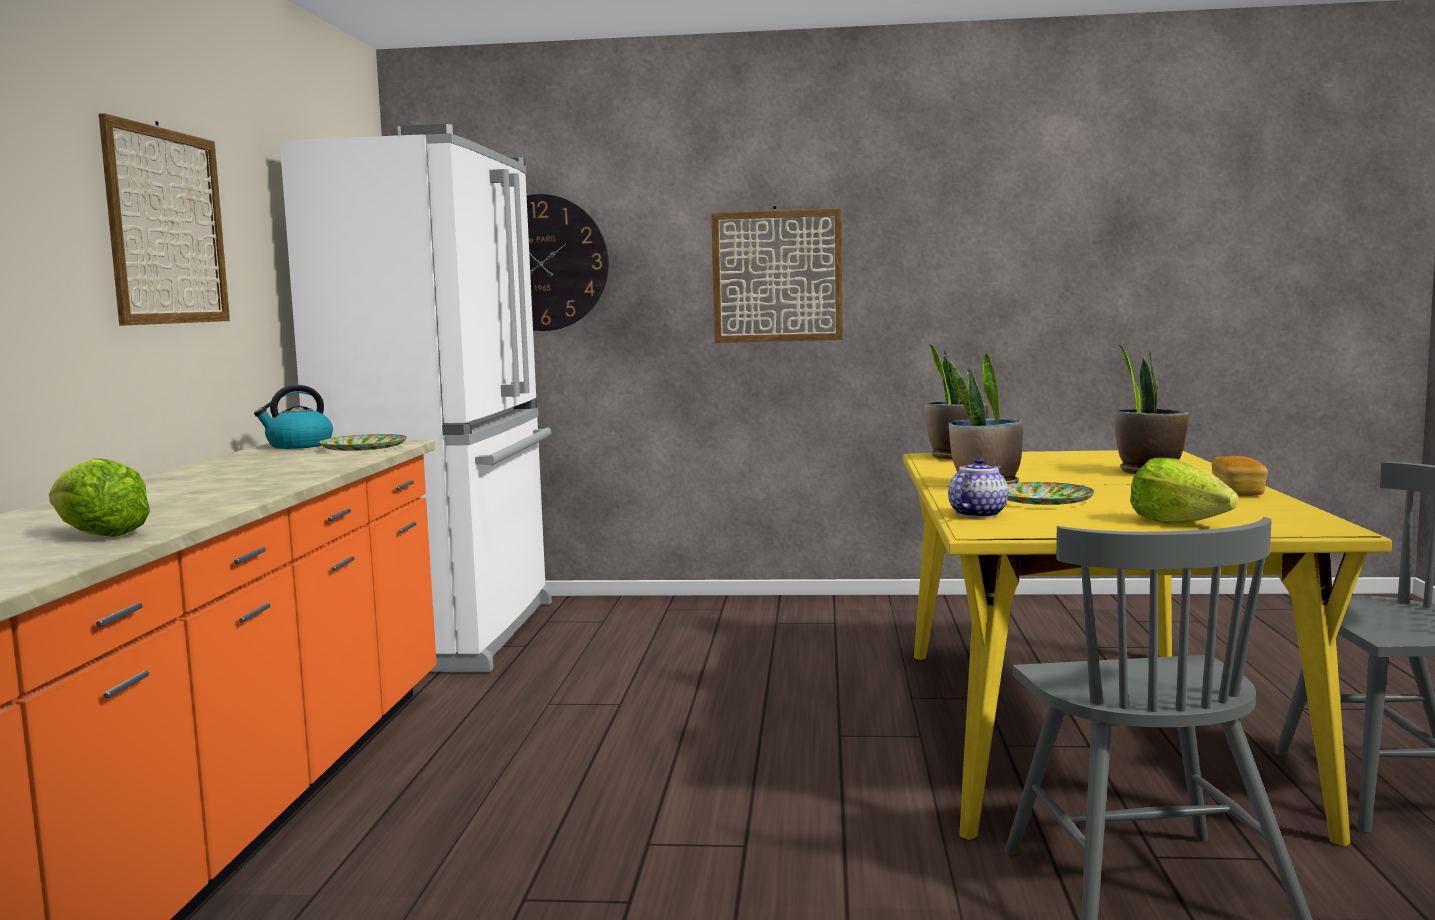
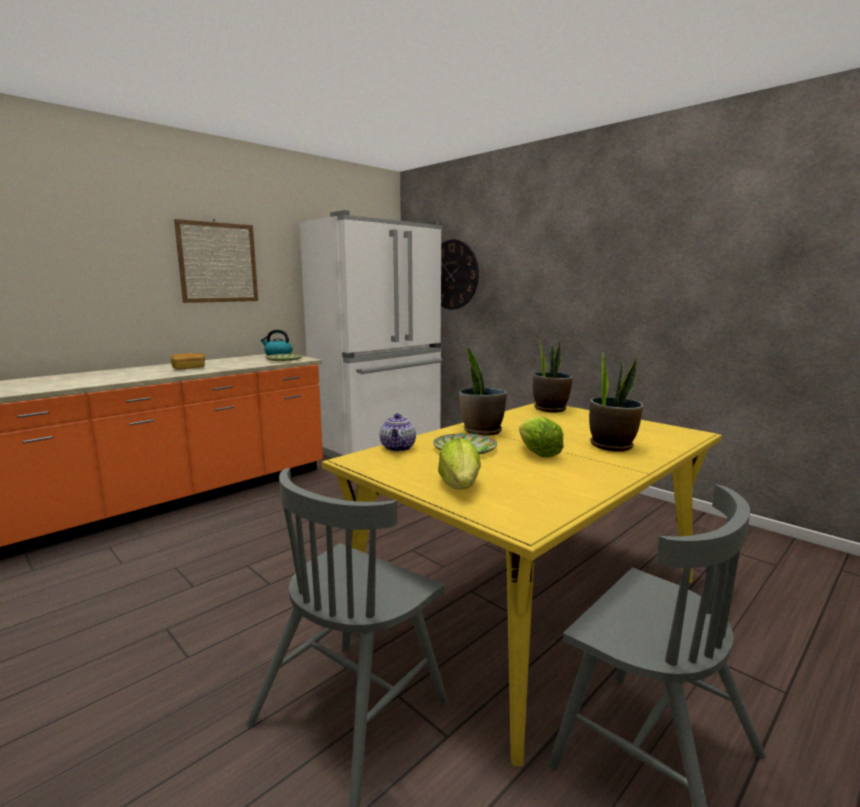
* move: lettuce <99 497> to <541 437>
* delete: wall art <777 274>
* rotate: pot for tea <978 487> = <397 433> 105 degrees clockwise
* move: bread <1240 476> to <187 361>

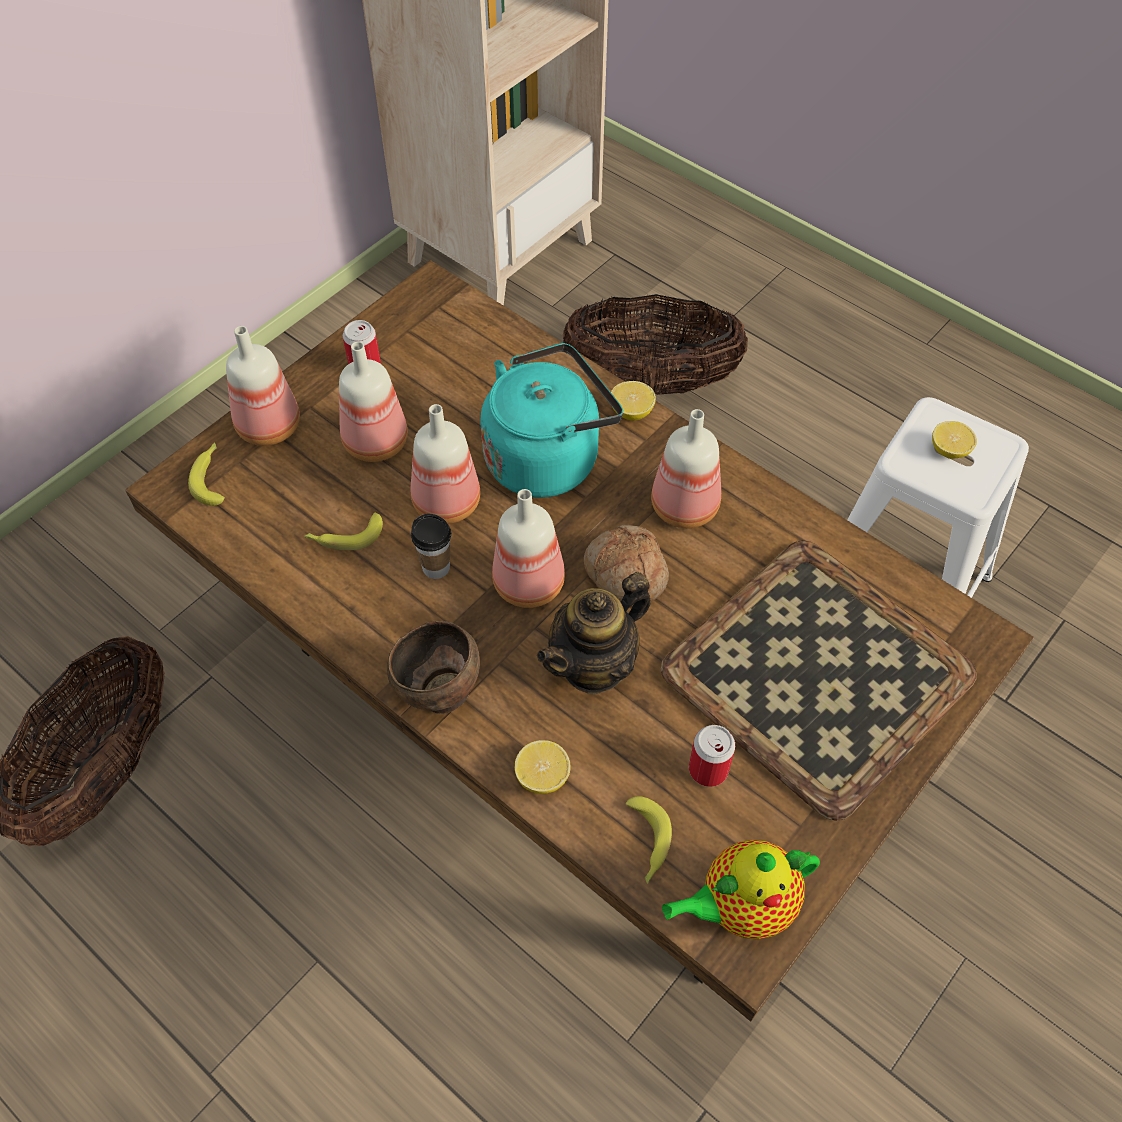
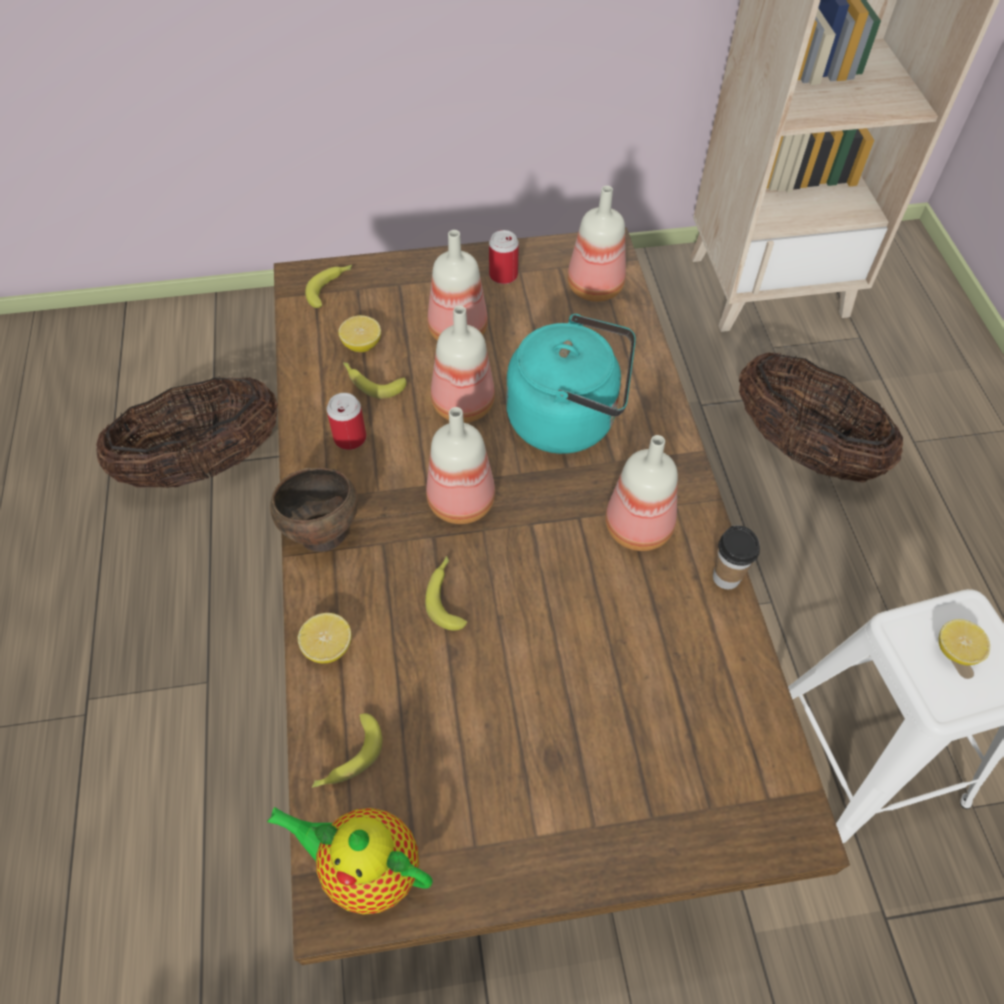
* move: beverage bottle <263 386> to <596 244>
* move: cup <431 546> to <736 557>
* replace: pot for tea <594 633> to banana fruit <446 593>
* delete: bread <626 565>
* move: citrus fruit <633 401> to <359 333>
* delete: tray <818 680>
* move: sealed can <712 756> to <346 421>

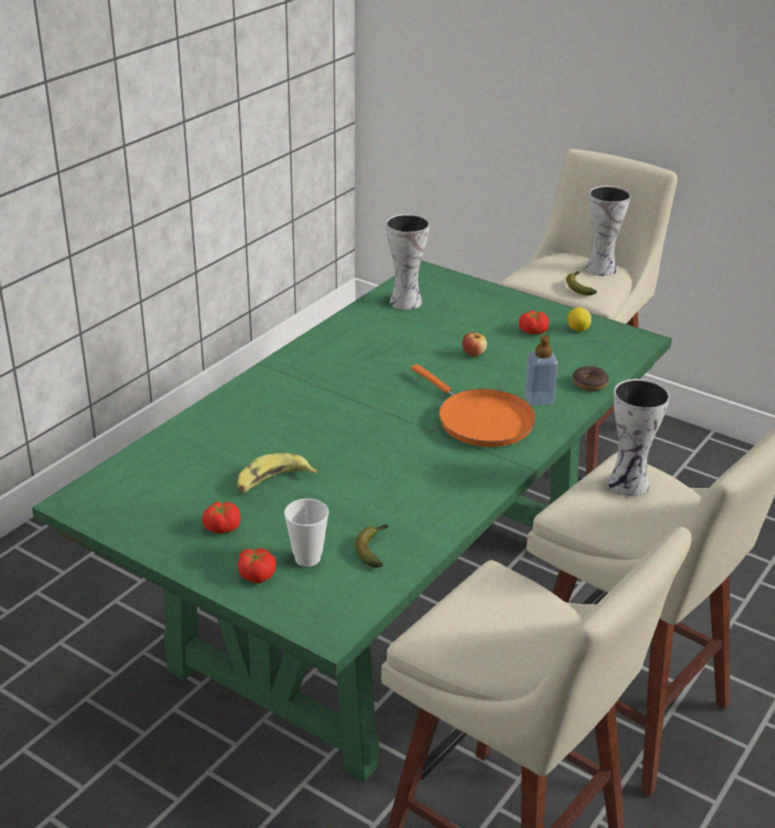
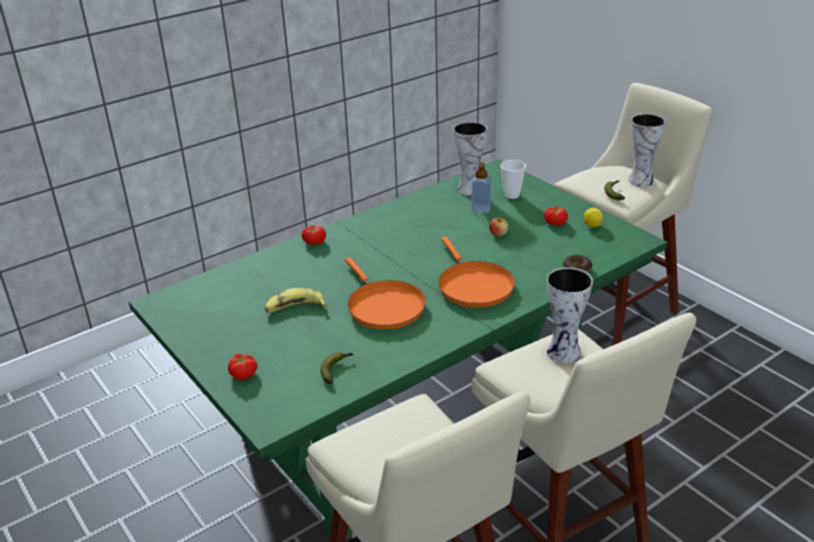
* move: fresh tomato <221 518> to <314 235>
* move: cup <306 533> to <513 179>
* move: soap dispenser <541 370> to <481 187>
* insert: orangey skillet <385 293>

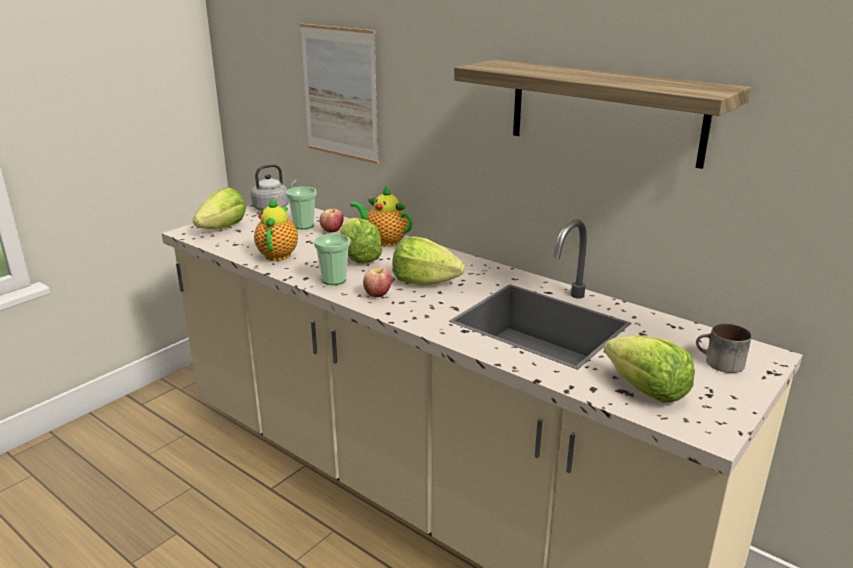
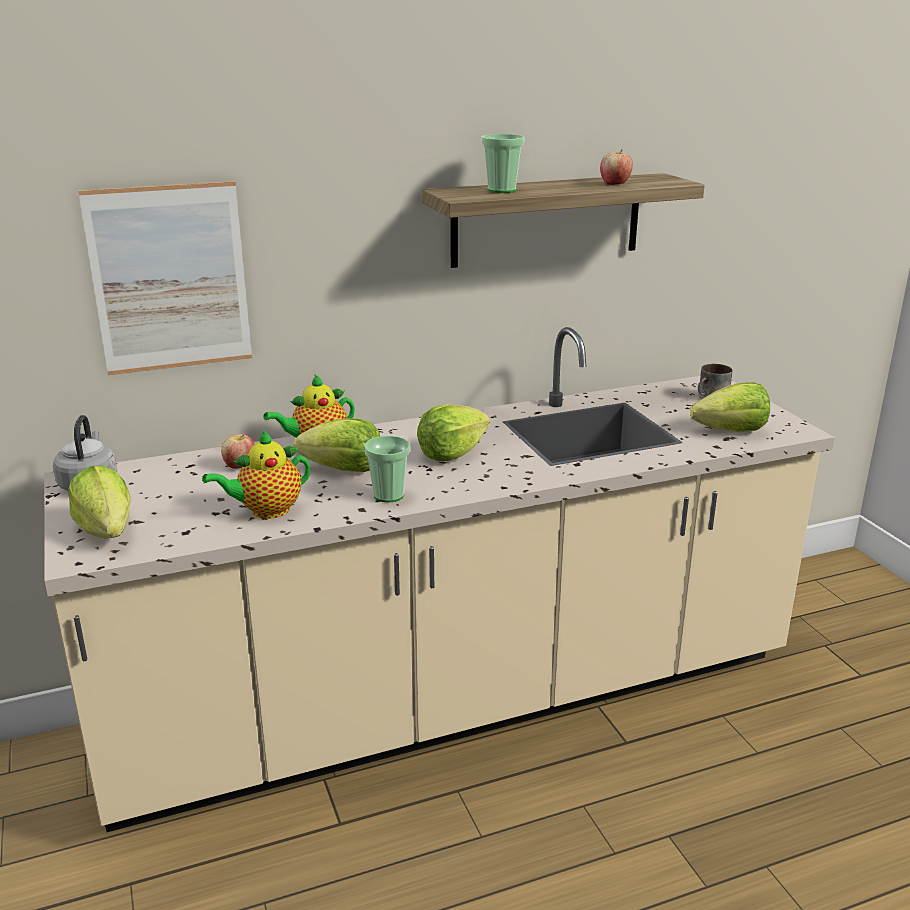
* rotate: pot for tea <276 229> = <256 474> 60 degrees counterclockwise
* move: cup <301 208> to <503 163>
* move: apple <377 282> to <616 167>

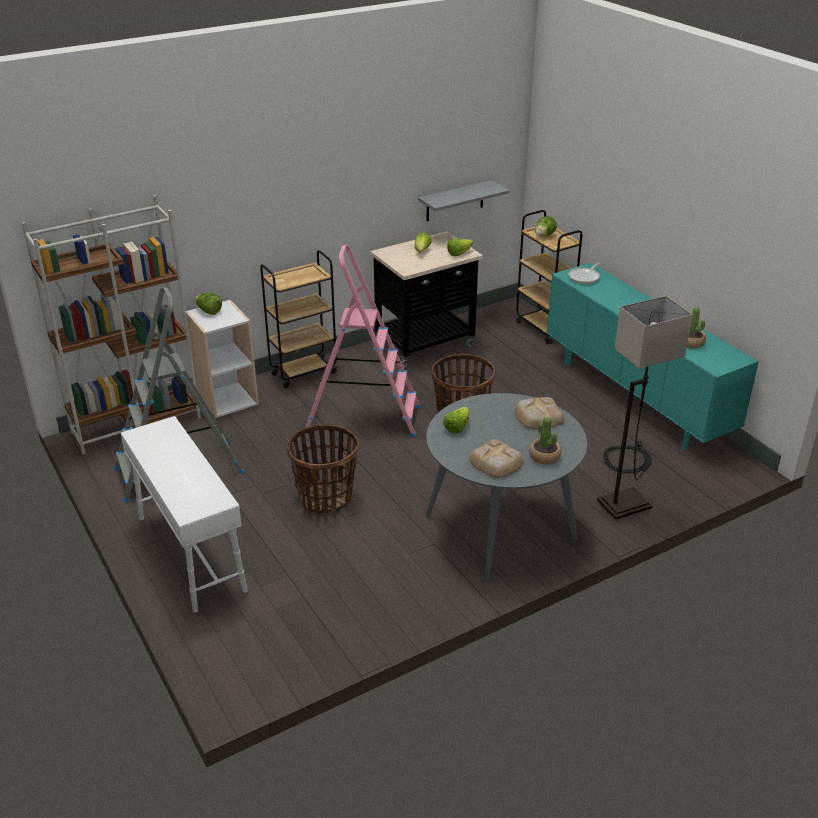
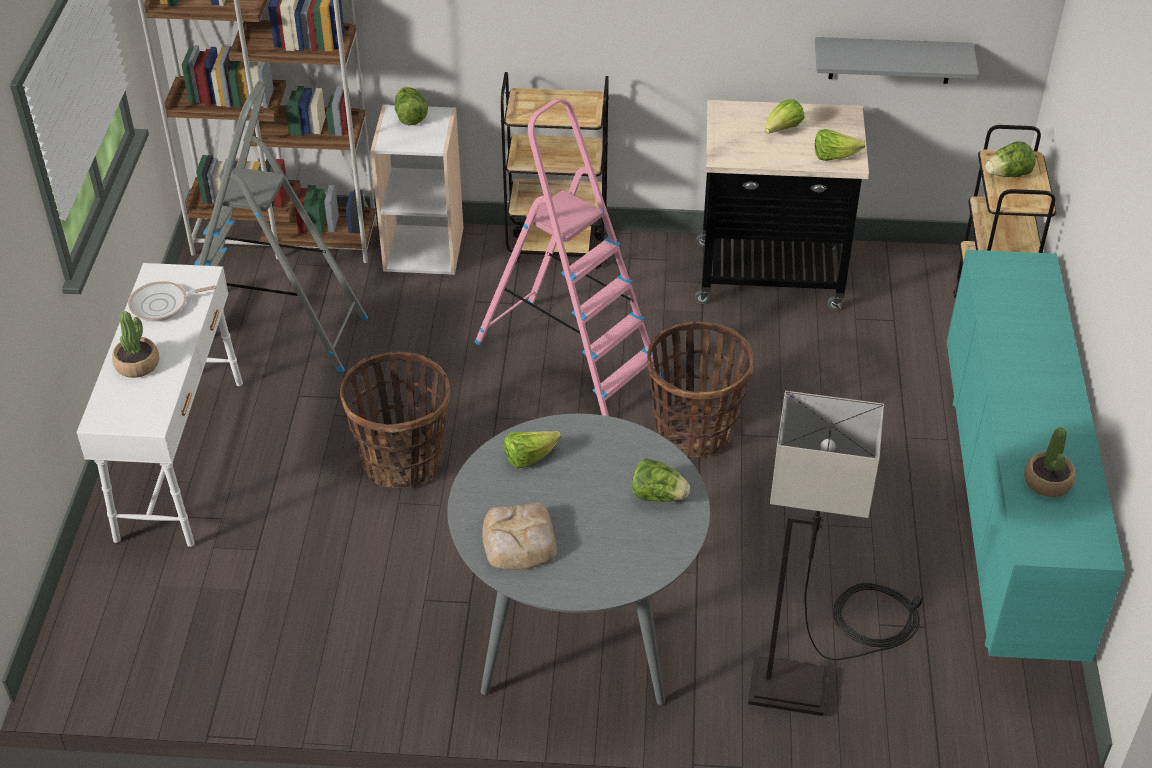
* replace: bread <540 413> to lettuce <661 480>
* move: plant in a pot <545 440> to <135 344>
* move: skillet <584 273> to <172 301>

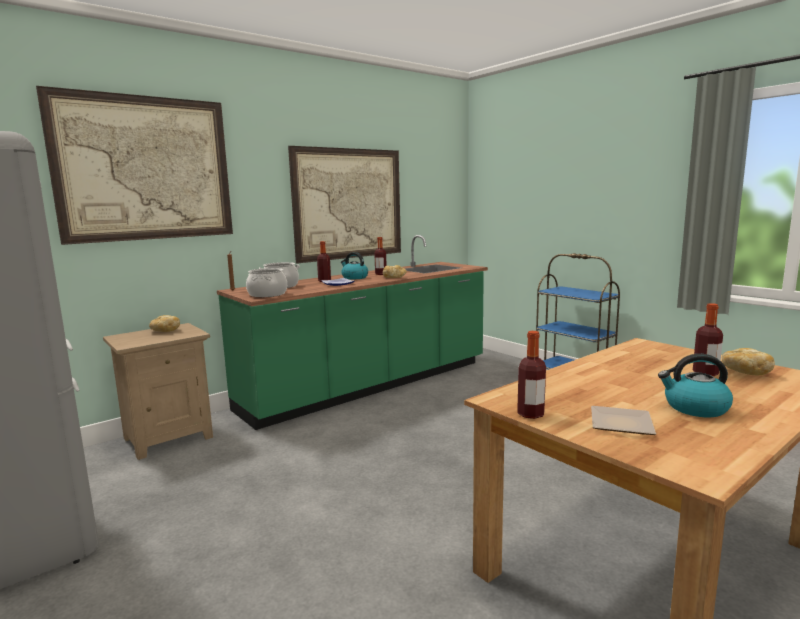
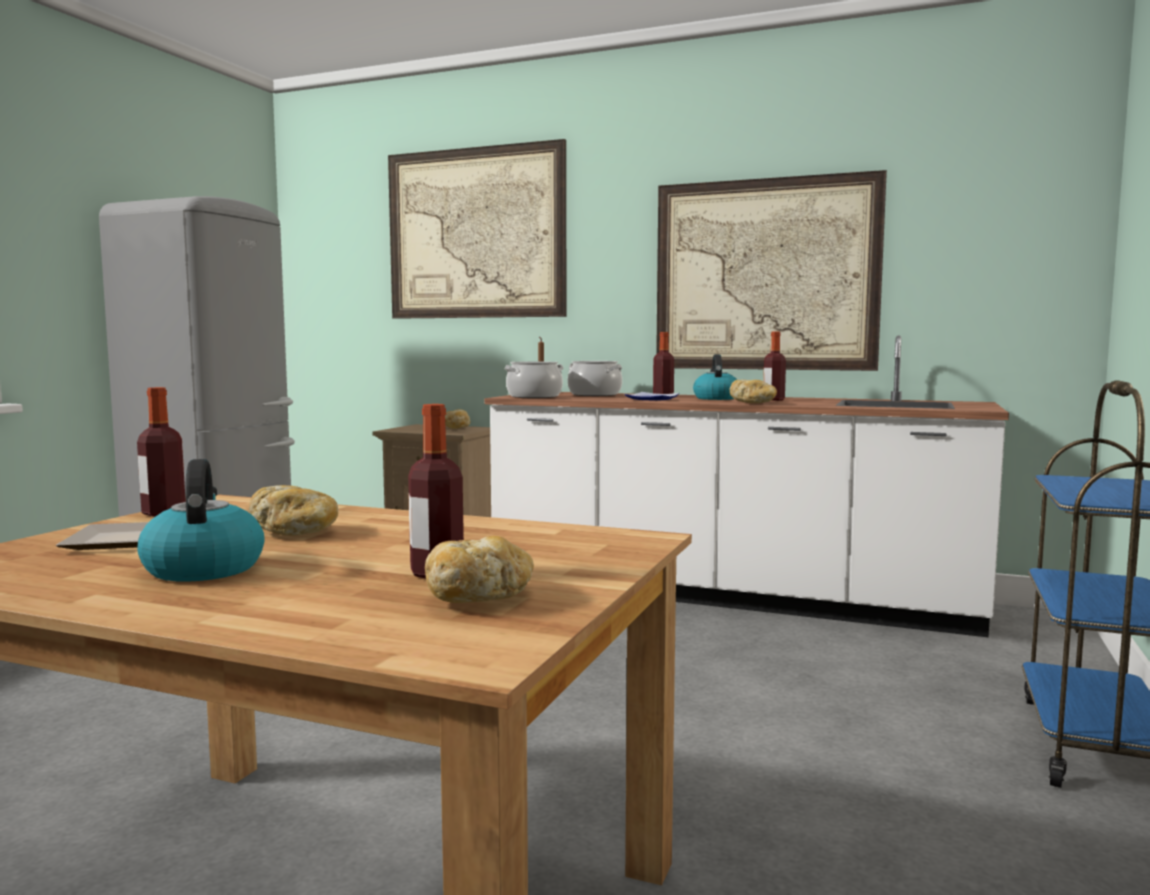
* recolor: greenish kitchen counter <352 332> to whitish kitchen counter <746 486>
* insert: bread <293 510>

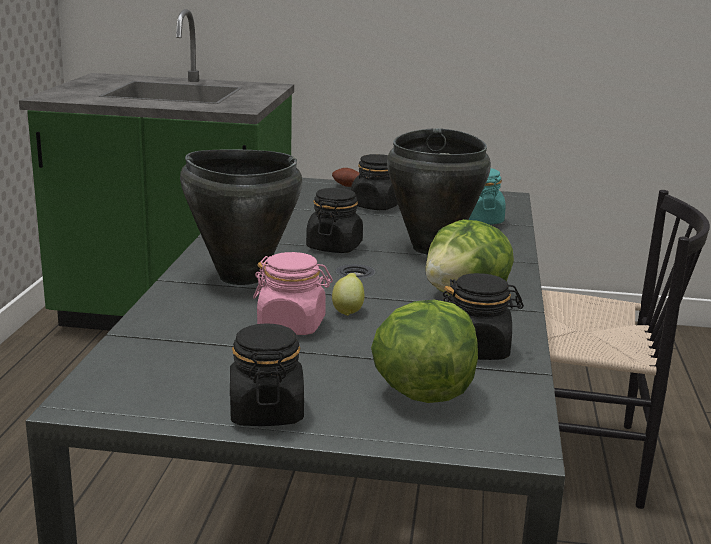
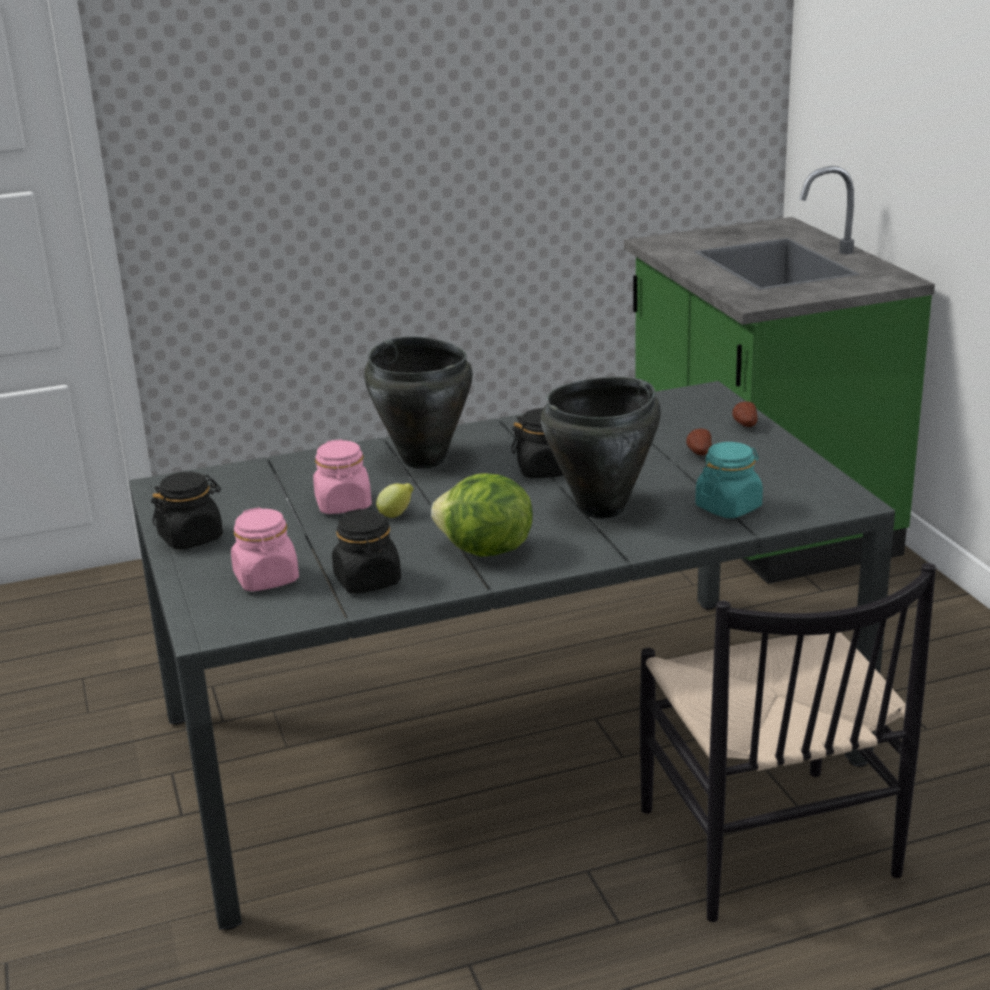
* replace: blackish storage jar <374 182> to whole potato <699 442>
* replace: lettuce <424 351> to pinkish storage jar <265 549>

